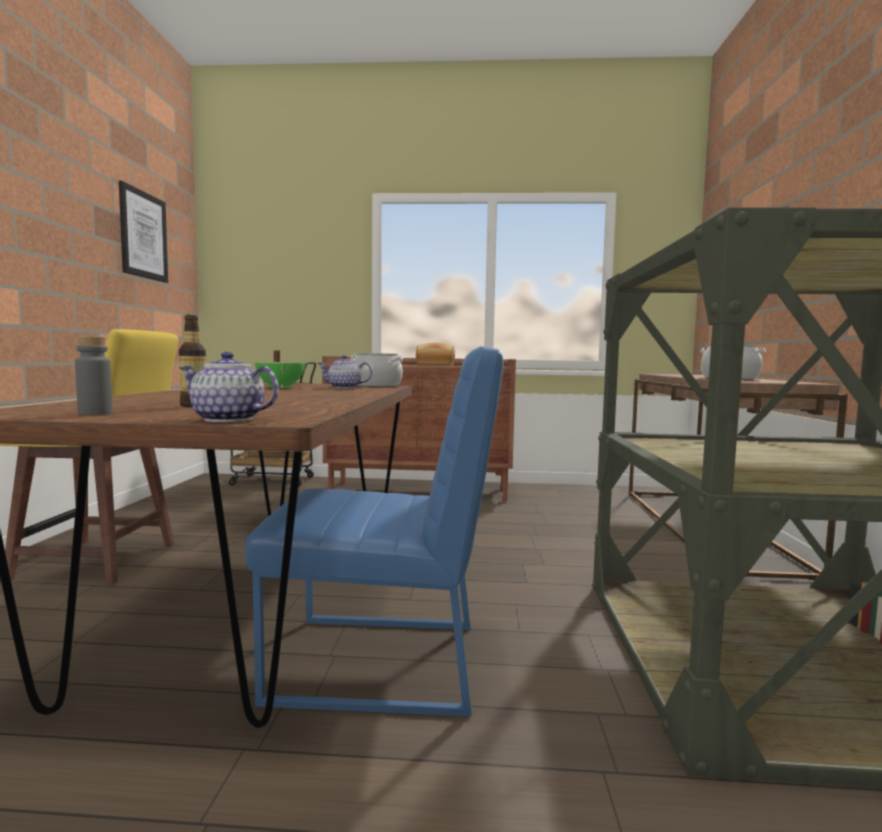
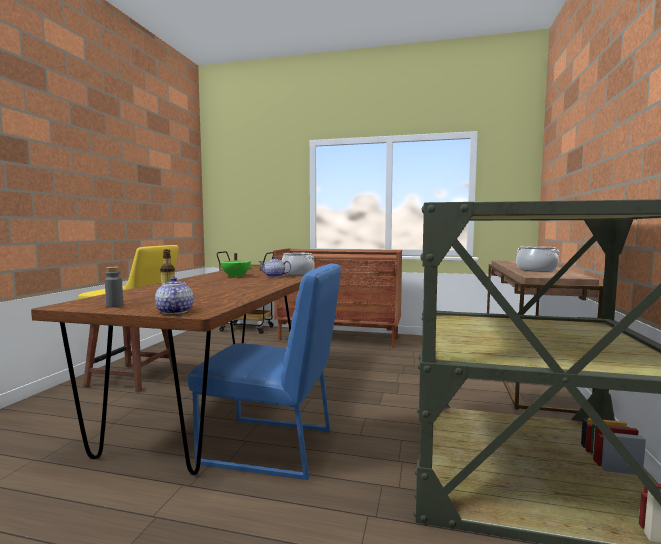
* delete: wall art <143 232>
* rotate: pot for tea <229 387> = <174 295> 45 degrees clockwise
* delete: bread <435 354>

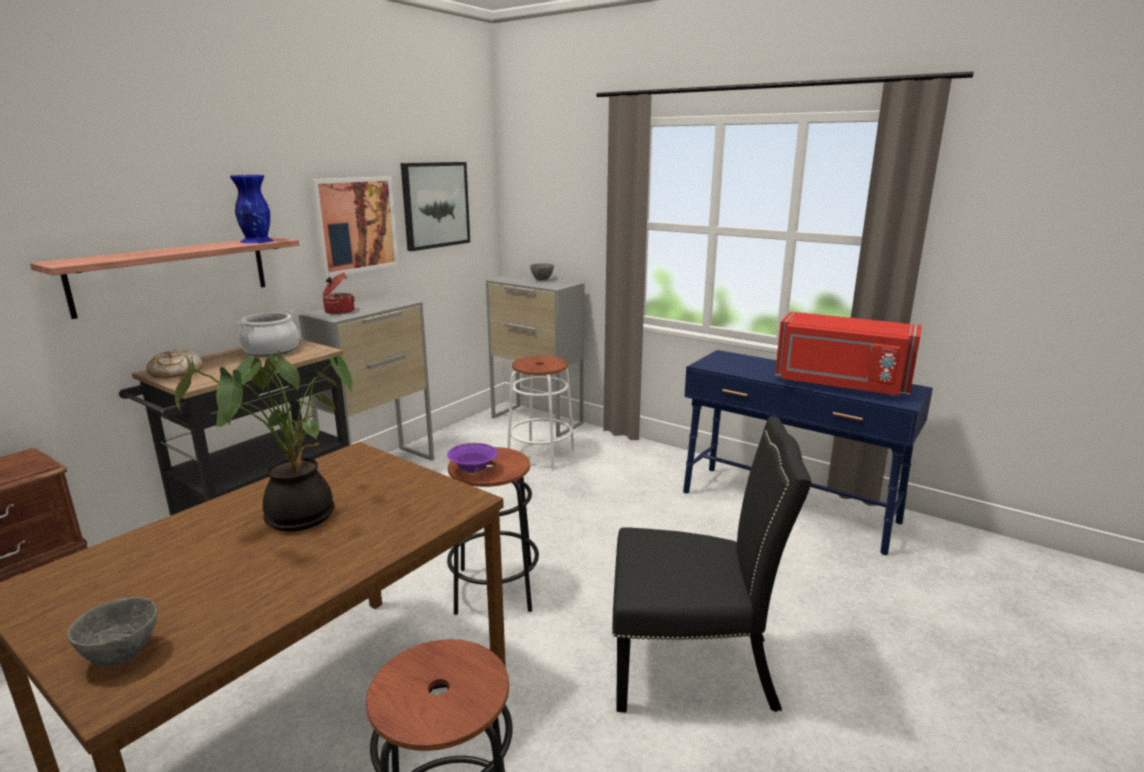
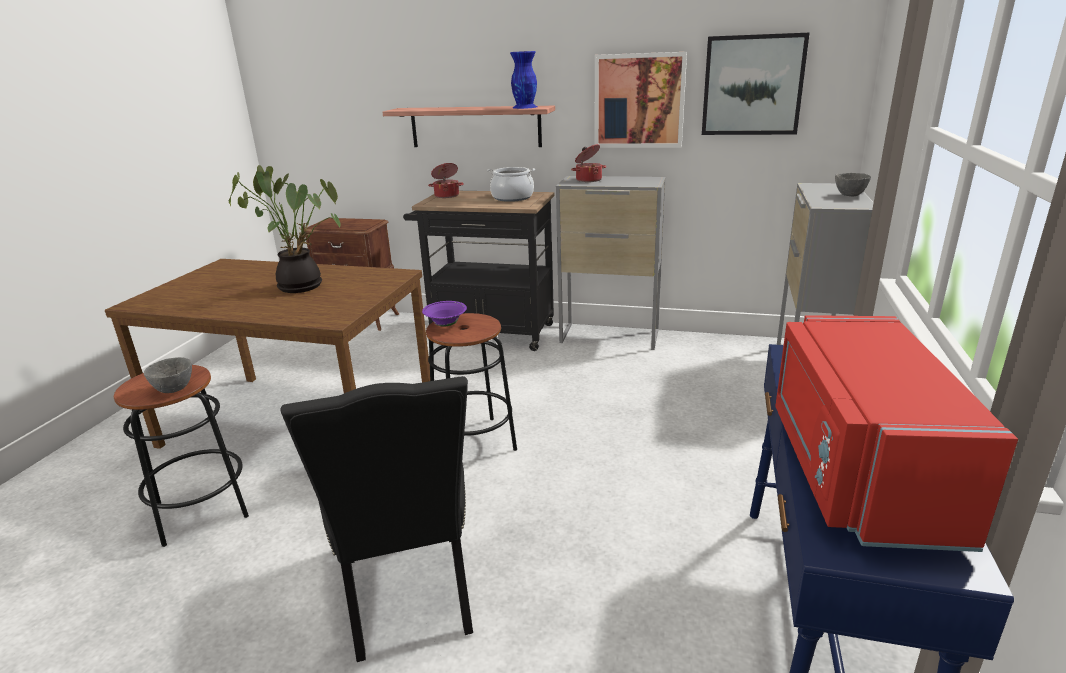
* move: gray serving bowl <112 631> to <168 375>
* replace: bread <175 363> to stockpot <446 180>
* delete: whitish sitting stool <541 413>

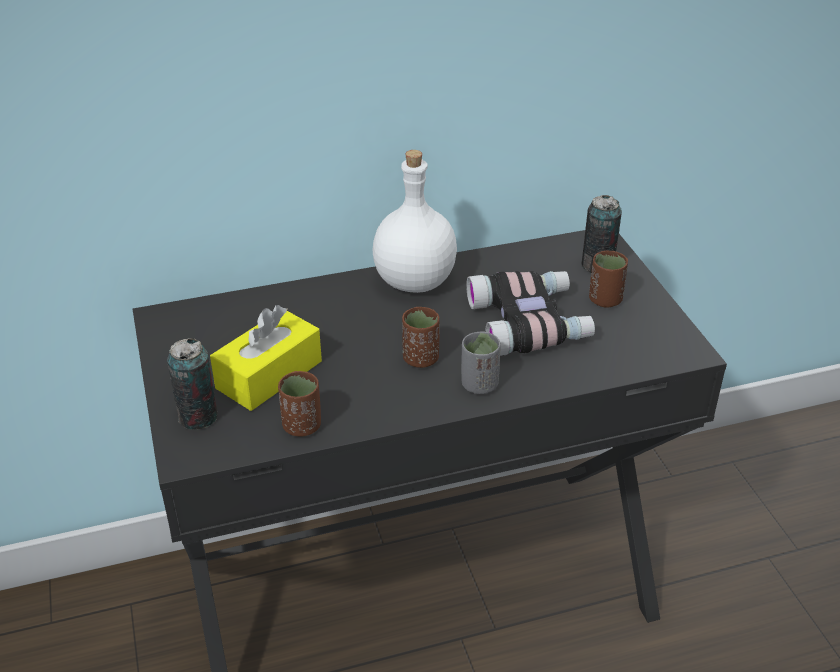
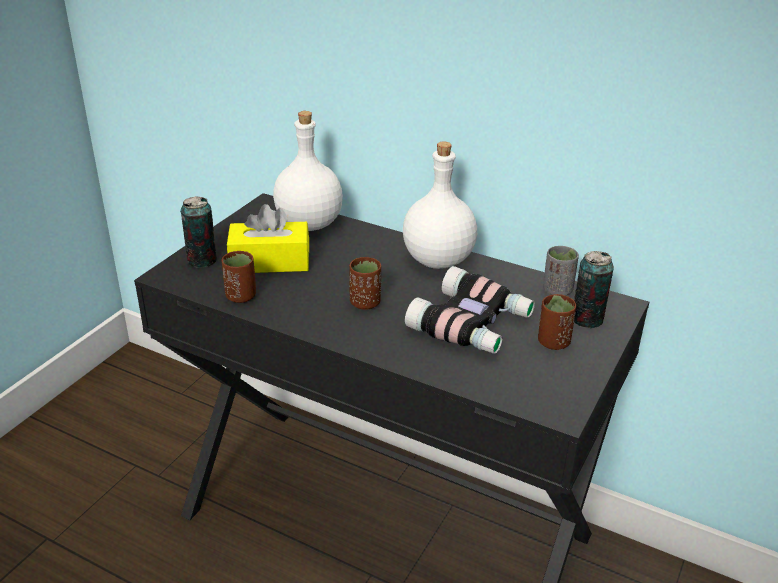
* move: gray cup <481 363> to <561 271>
* insert: whitish beverage bottle <308 171>

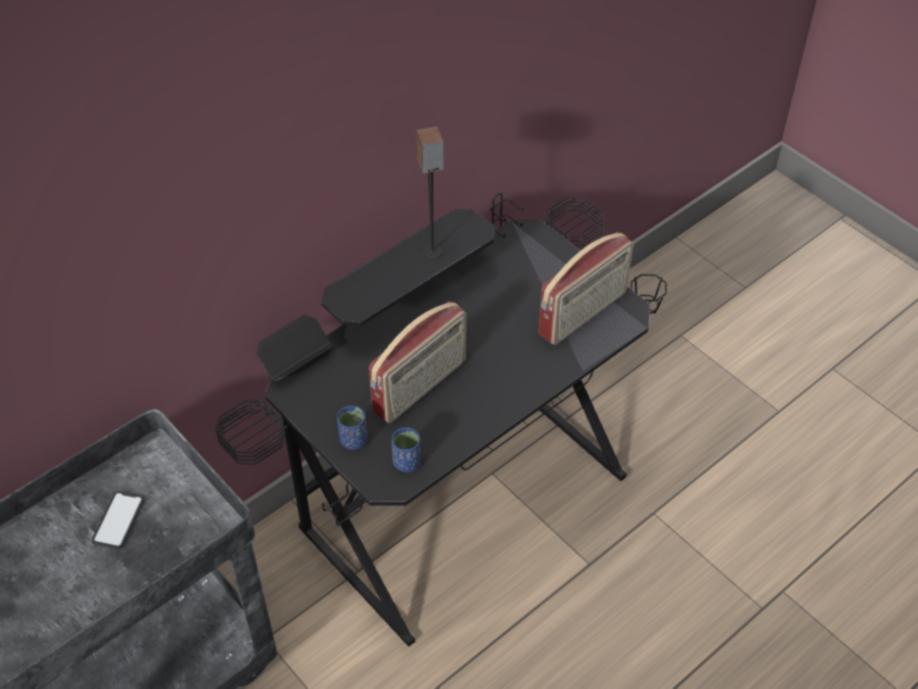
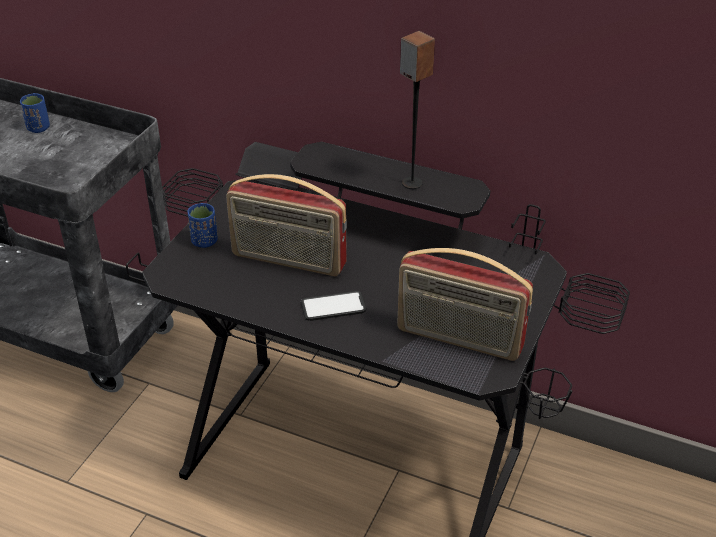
* move: telephone <118 520> to <334 306>
* move: blue-coloured cup <406 449> to <35 113>

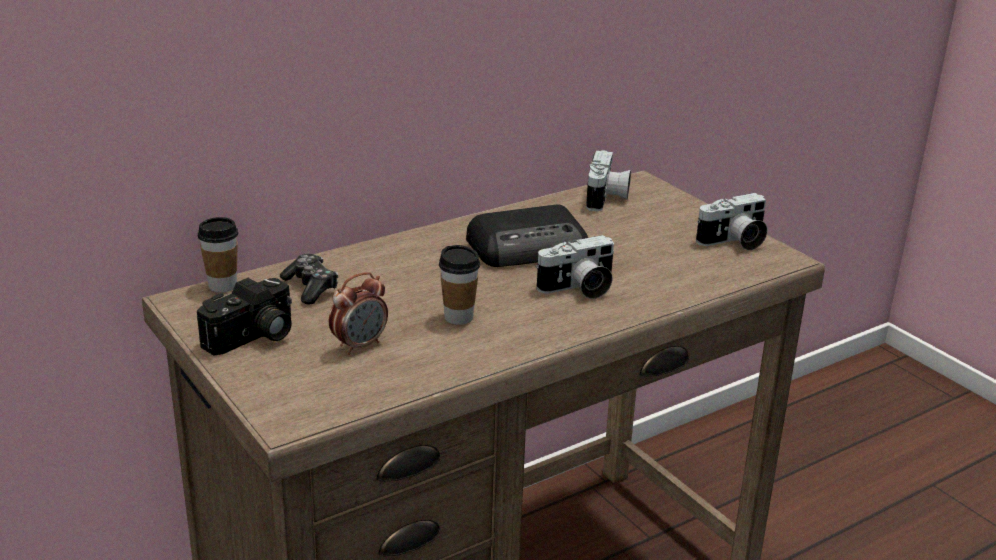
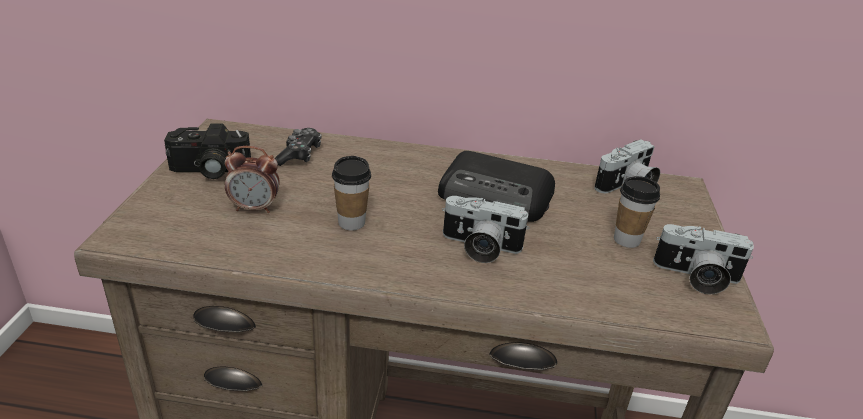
* move: cup <218 255> to <637 212>

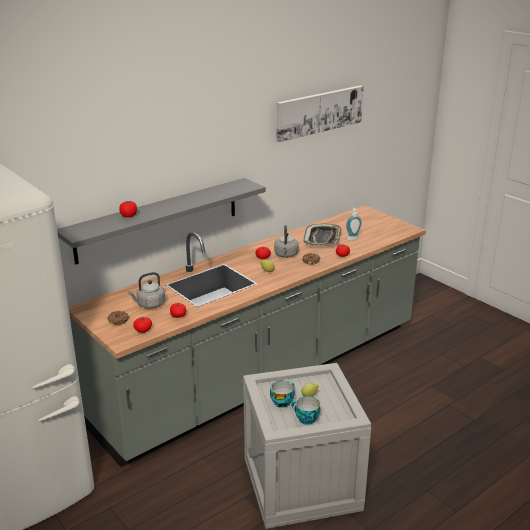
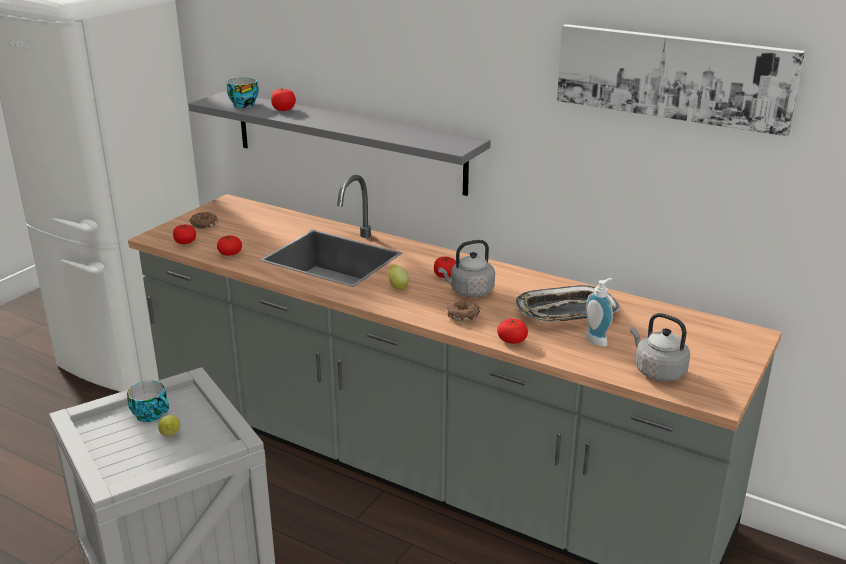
* move: gray kettle <146 290> to <660 347>
* move: cup <305 410> to <243 92>

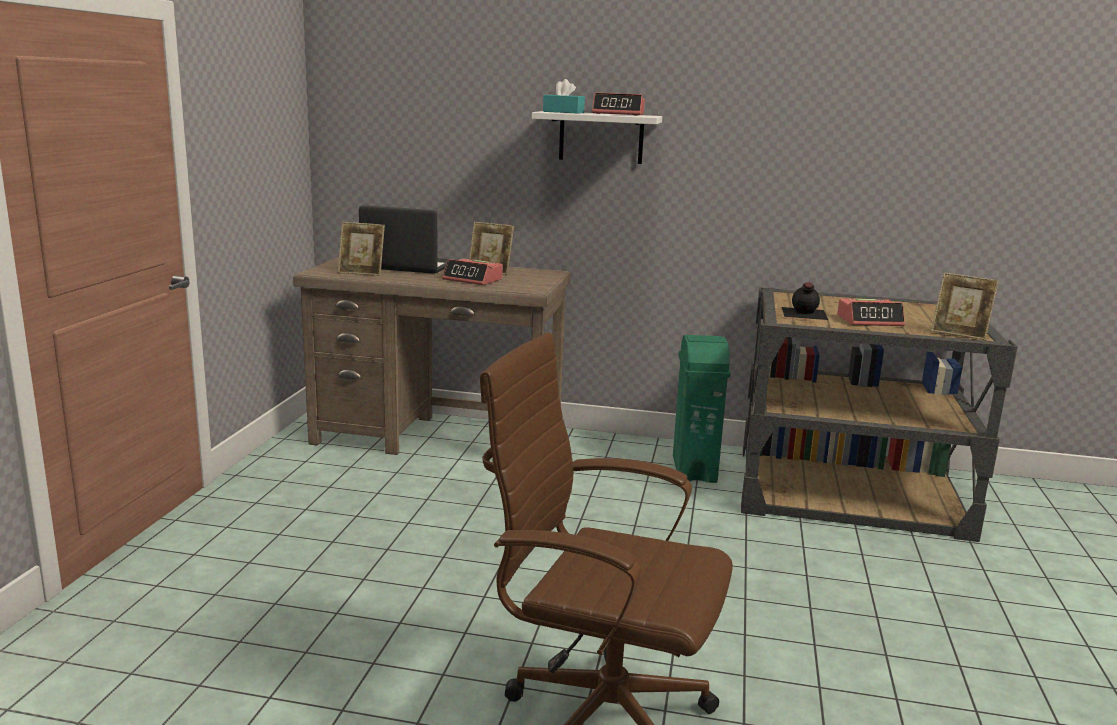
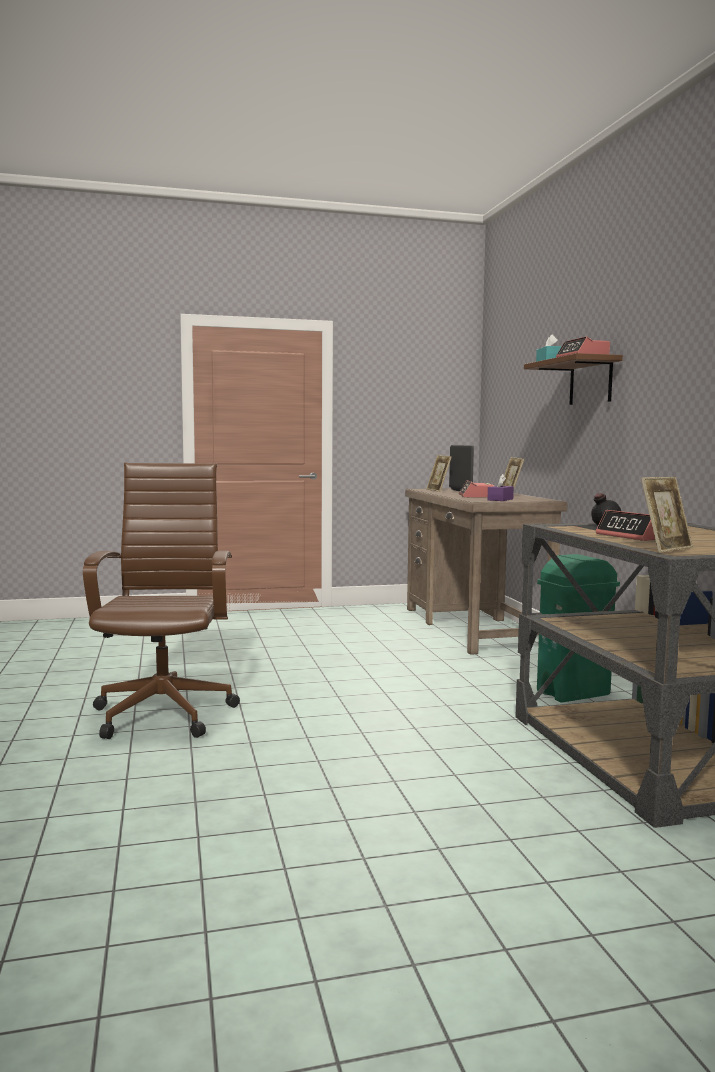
* recolor: whitish wall shelf <597 137> to brownish wall shelf <573 379>
* rotate: picture frame <965 306> = <667 515> 135 degrees counterclockwise
* insert: purplish box of tissues <501 487>

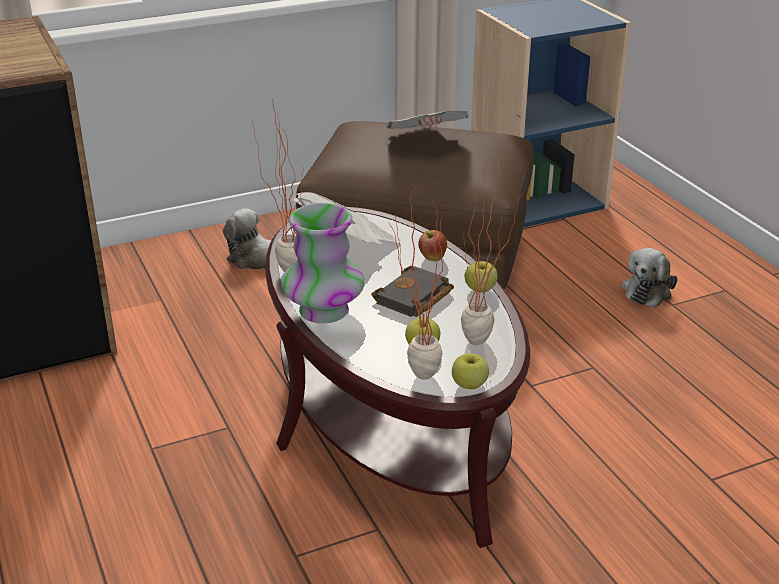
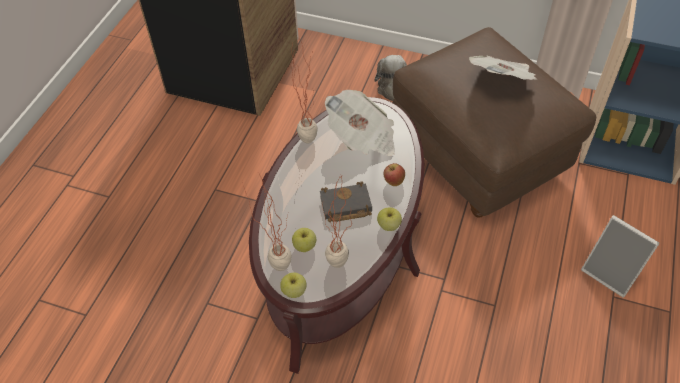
* delete: decorative vase <323 263>
* replace: cuddly toy <650 277> to picture frame <620 256>

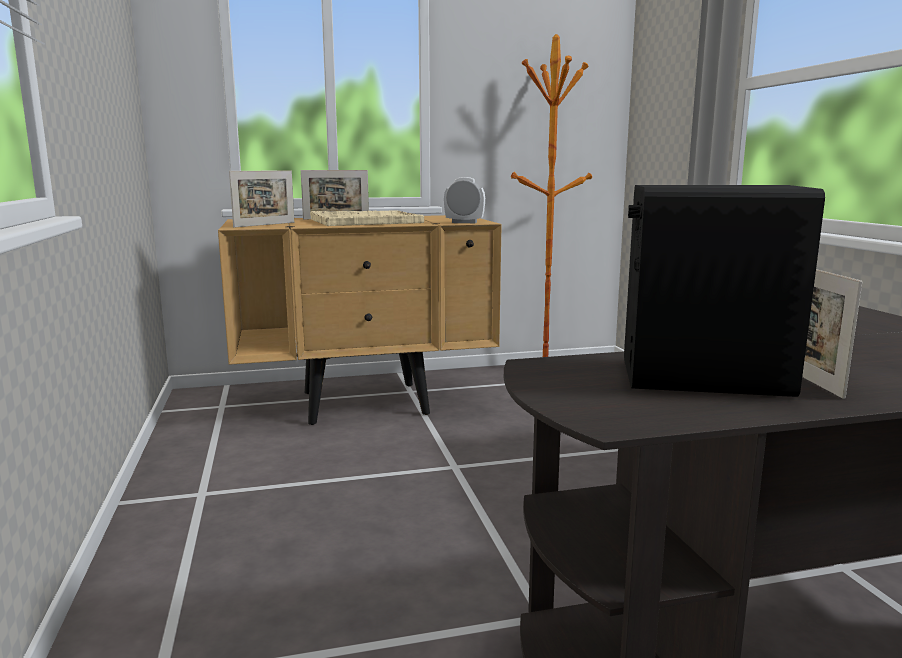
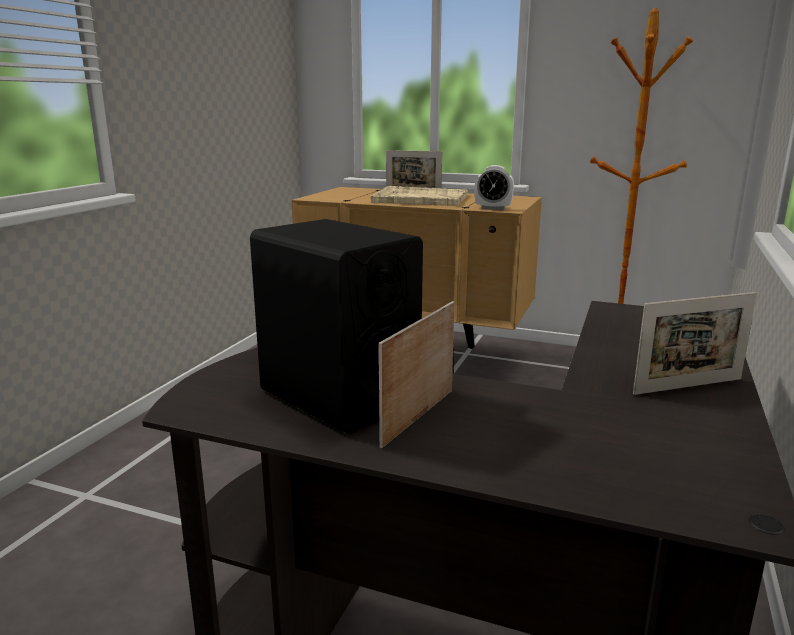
* move: picture frame <261 199> to <695 343>
* rotate: table clock <464 200> = <494 187> 150 degrees clockwise

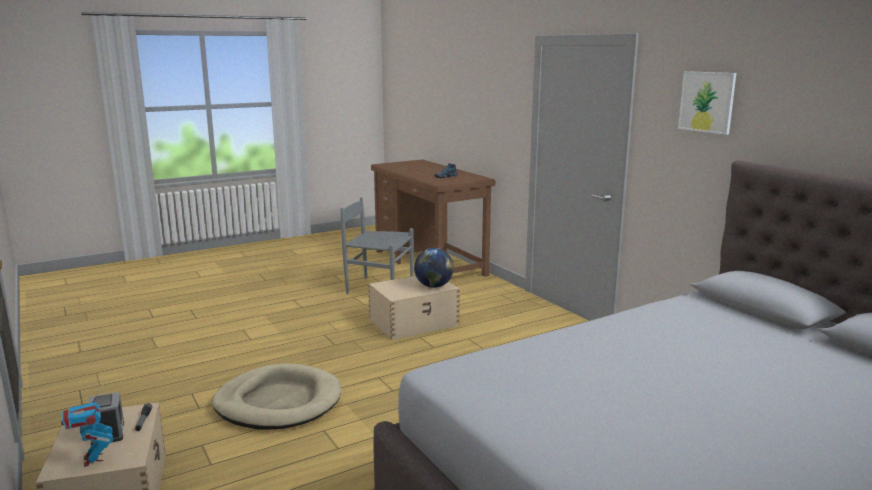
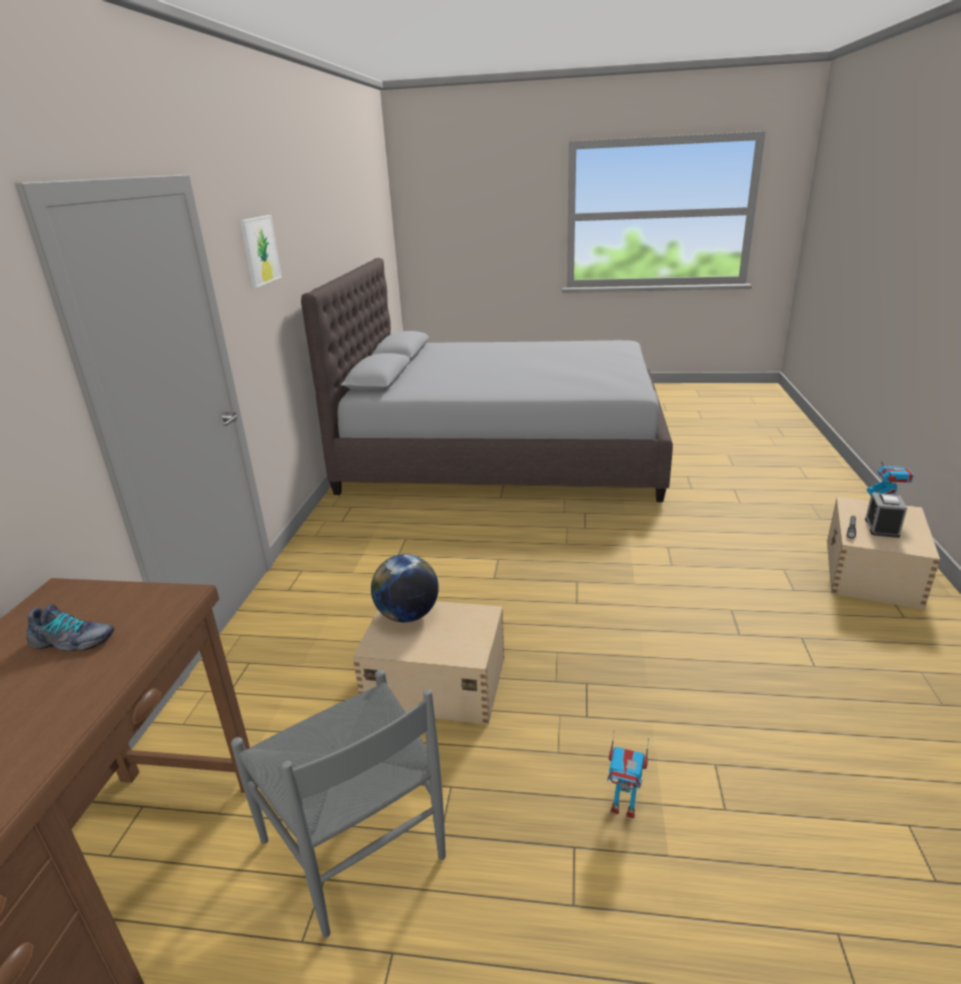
* delete: sand-coloured pet bed <276 396>
* insert: toy robot <628 774>

